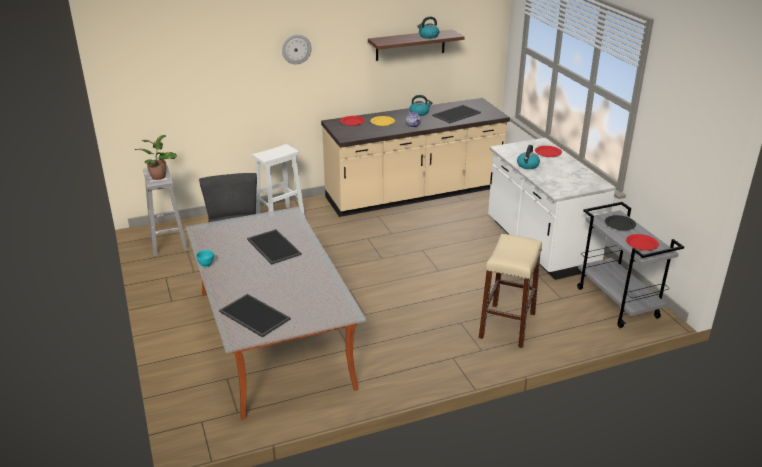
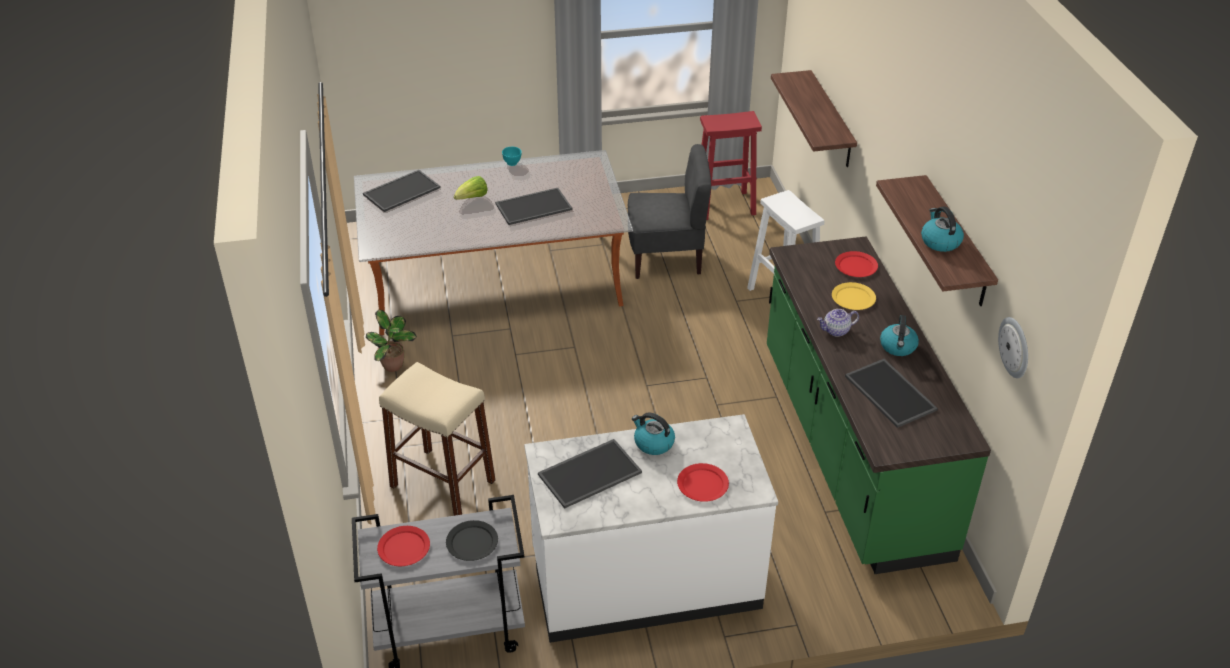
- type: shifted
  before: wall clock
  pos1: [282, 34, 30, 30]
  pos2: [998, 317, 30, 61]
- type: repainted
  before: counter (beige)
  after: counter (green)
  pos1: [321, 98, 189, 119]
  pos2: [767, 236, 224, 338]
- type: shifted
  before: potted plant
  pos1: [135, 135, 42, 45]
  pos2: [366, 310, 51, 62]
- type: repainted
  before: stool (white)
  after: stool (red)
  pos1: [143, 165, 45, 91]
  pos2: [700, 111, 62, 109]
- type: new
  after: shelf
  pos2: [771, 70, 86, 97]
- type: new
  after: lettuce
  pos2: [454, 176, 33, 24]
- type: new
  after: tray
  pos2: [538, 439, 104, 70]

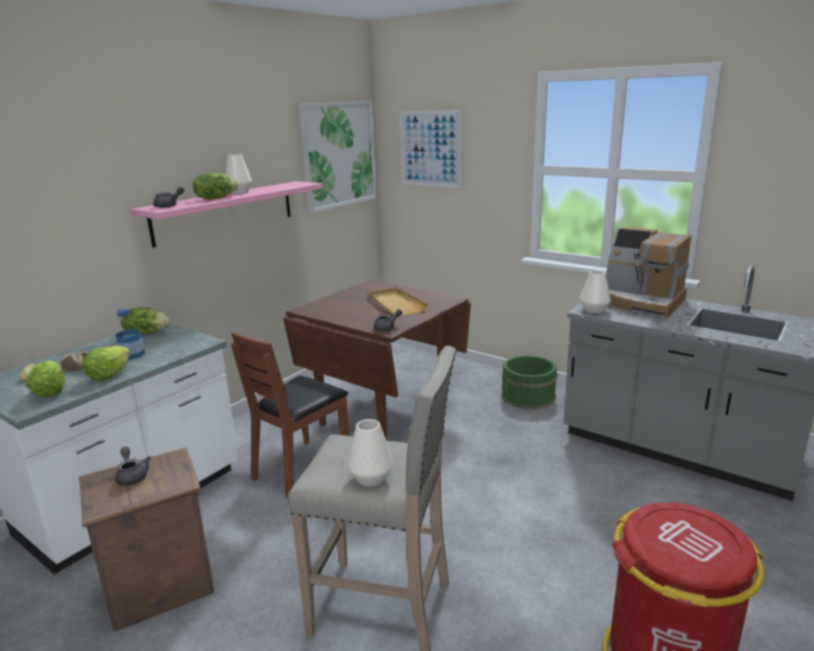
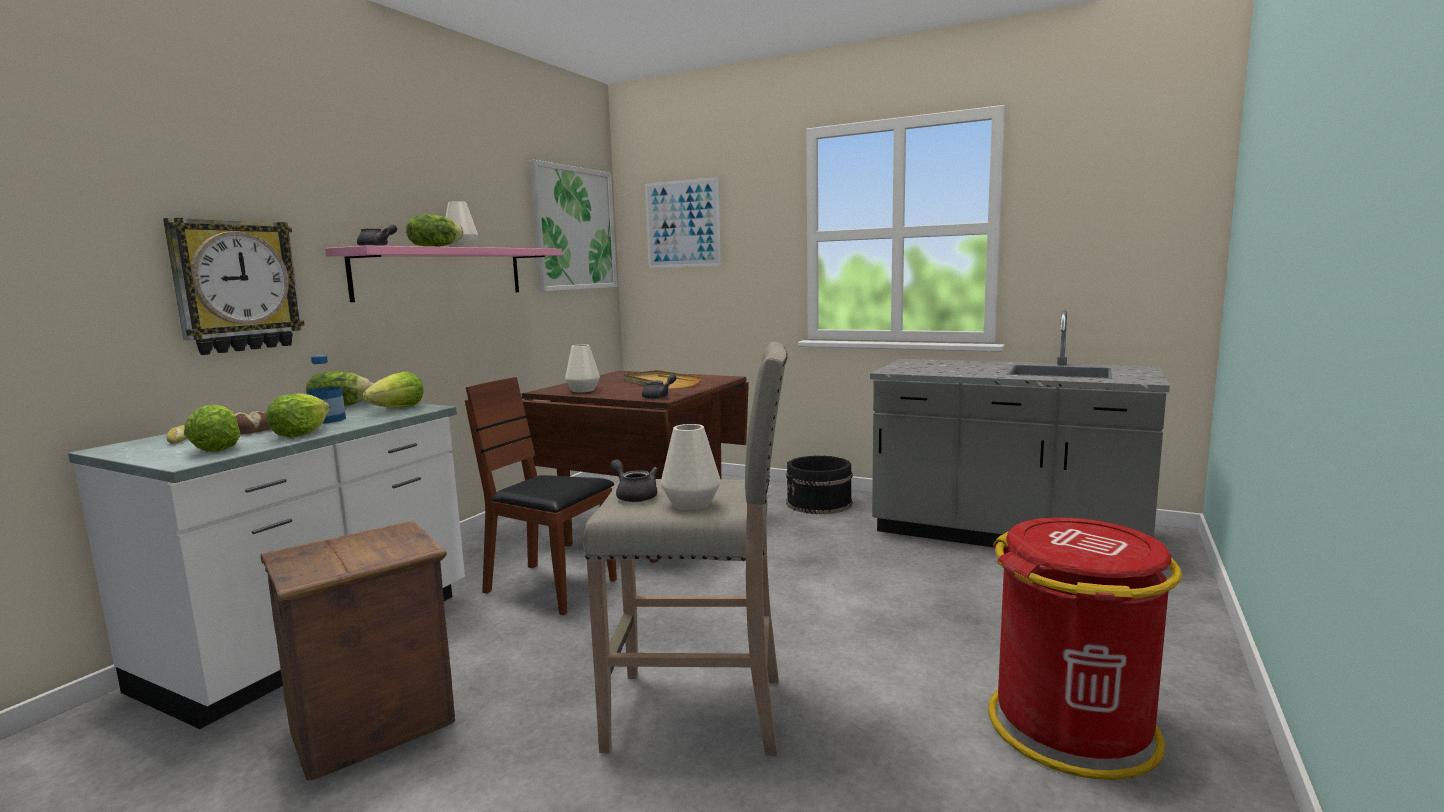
- type: gone
  before: coffee machine
  pos1: [606, 227, 85, 91]
- type: shifted
  before: vase (white)
  pos1: [580, 271, 31, 42]
  pos2: [565, 345, 35, 47]
- type: rotated
  before: chair (brown)
  pos1: [231, 332, 118, 166]
  pos2: [465, 377, 152, 238]
  turn: 90
- type: repainted
  before: bucket (green)
  after: bucket (black)
  pos1: [501, 355, 57, 54]
  pos2: [786, 455, 67, 59]
- type: shifted
  before: teapot (grey)
  pos1: [115, 447, 36, 39]
  pos2: [610, 460, 48, 42]
- type: new
  after: wall clock
  pos2: [163, 218, 142, 137]
- type: new
  after: lettuce
  pos2: [362, 372, 62, 36]

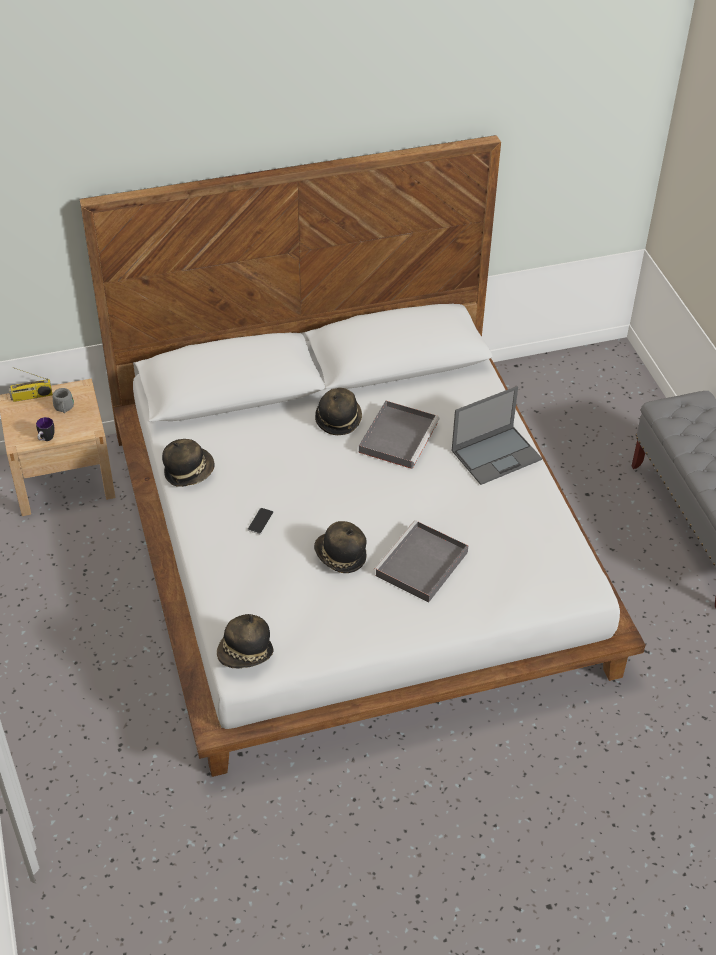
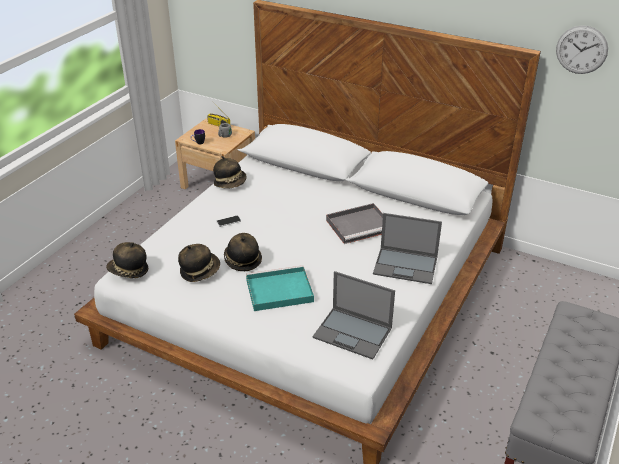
- type: shifted
  before: hat
  pos1: [315, 388, 47, 47]
  pos2: [178, 244, 42, 38]
- type: repainted
  before: tray (grey)
  after: tray (turquoise)
  pos1: [374, 520, 94, 83]
  pos2: [246, 265, 68, 46]
- type: new
  after: wall clock
  pos2: [556, 25, 52, 49]
- type: new
  after: laptop
  pos2: [313, 271, 82, 88]

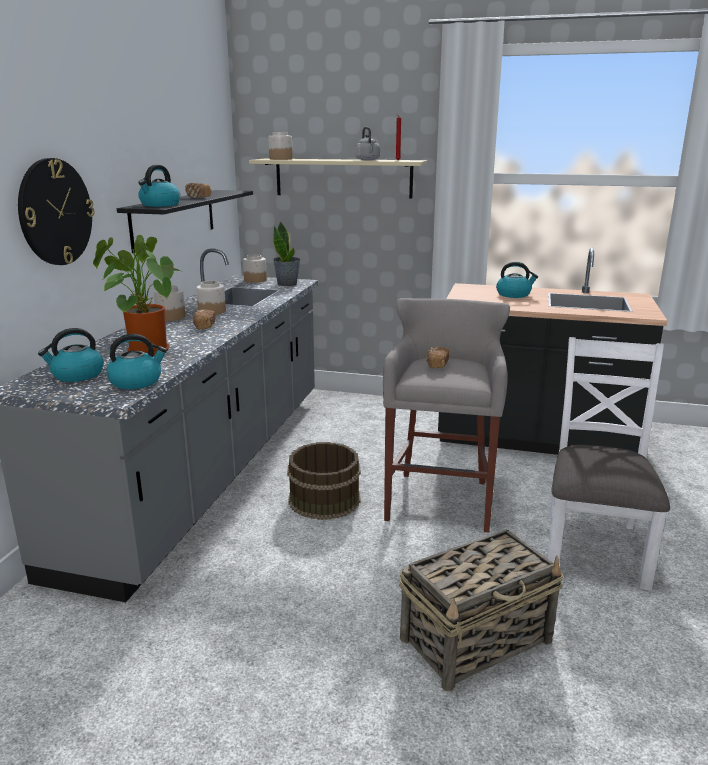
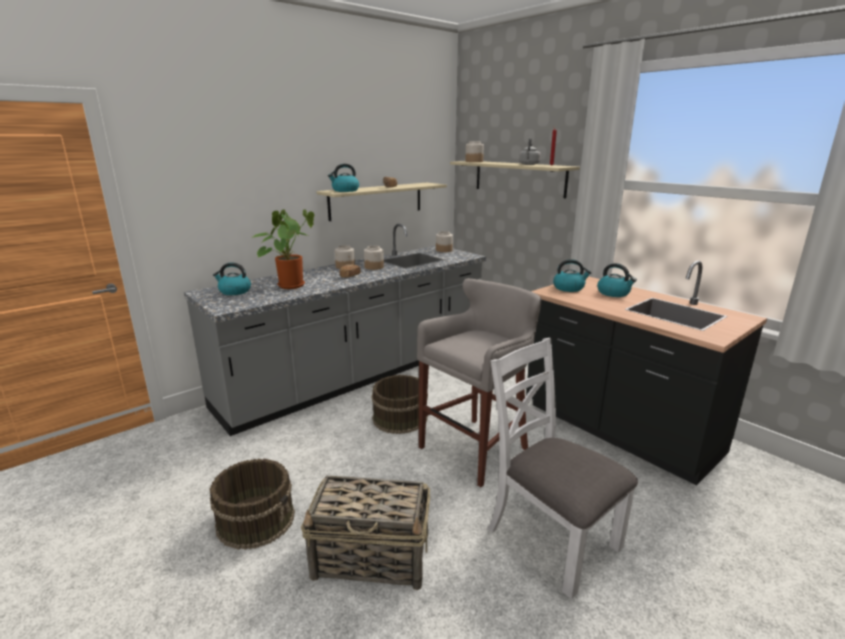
- type: gone
  before: wall clock
  pos1: [18, 158, 76, 107]
- type: repainted
  before: shelf (black)
  after: shelf (beige)
  pos1: [117, 190, 136, 63]
  pos2: [316, 183, 131, 38]
- type: gone
  before: potted plant
  pos1: [273, 221, 28, 65]
- type: shifted
  before: kettle
  pos1: [106, 334, 61, 55]
  pos2: [553, 259, 39, 33]
- type: rotated
  before: chair (white)
  pos1: [547, 337, 123, 254]
  pos2: [488, 338, 150, 261]
  turn: -90
- type: gone
  before: bread
  pos1: [426, 347, 23, 21]
- type: new
  after: bucket (brown)
  pos2: [209, 458, 86, 92]

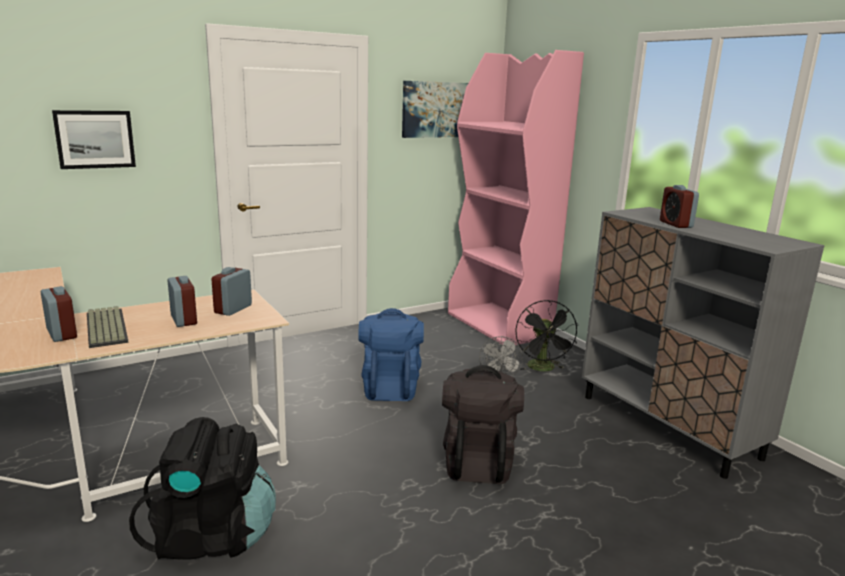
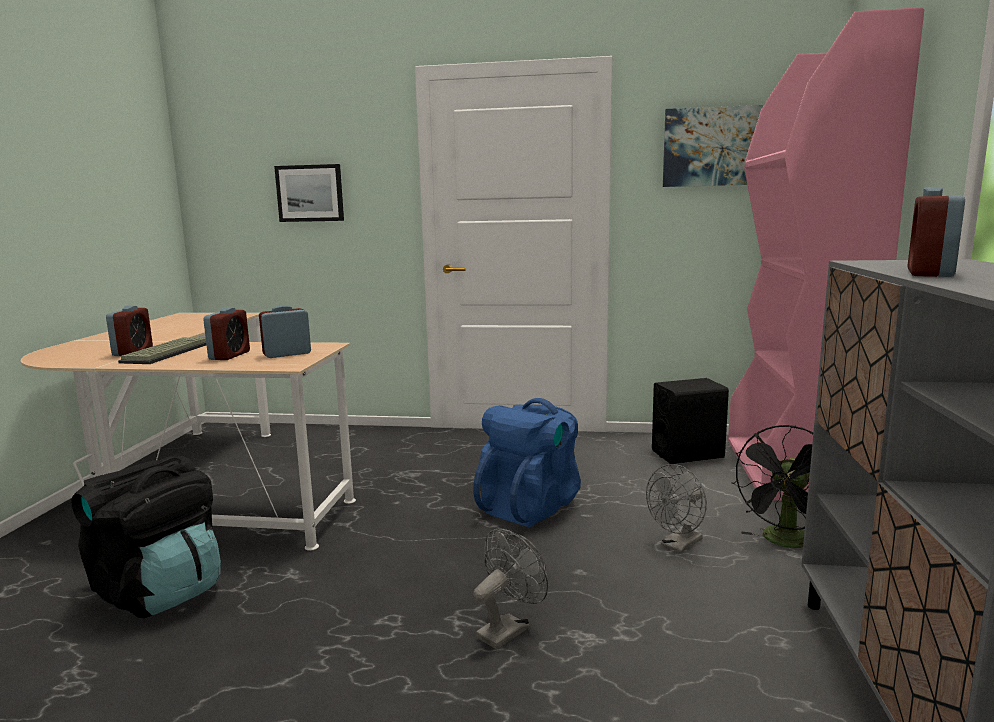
- type: swapped
  before: backpack (black)
  after: fan (grey)
  pos1: [442, 365, 82, 119]
  pos2: [473, 528, 75, 121]
- type: new
  after: speaker (black)
  pos2: [652, 378, 77, 86]

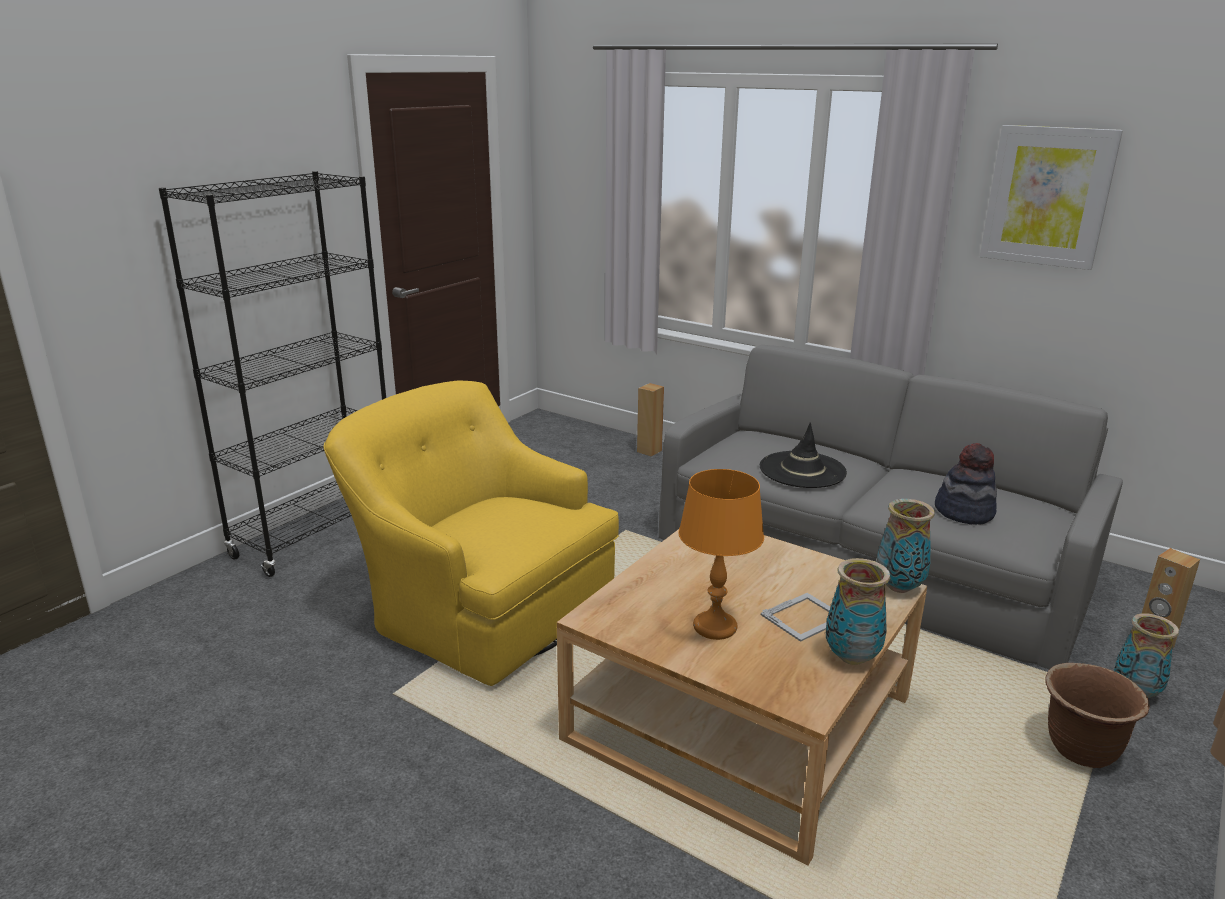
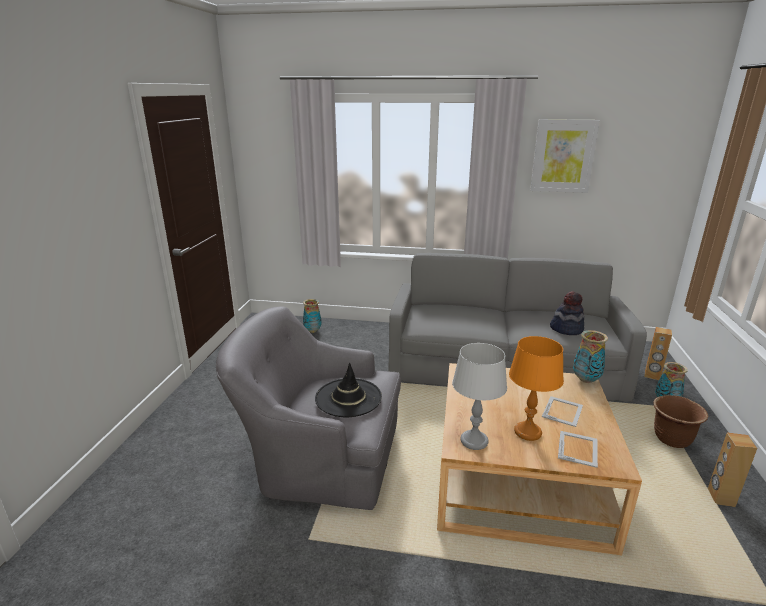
- type: gone
  before: bookcase (black)
  pos1: [159, 171, 227, 406]
- type: repainted
  before: armchair (yellow)
  after: armchair (grey)
  pos1: [324, 381, 295, 305]
  pos2: [216, 307, 185, 203]
- type: shifted
  before: speaker (brown)
  pos1: [637, 383, 27, 73]
  pos2: [708, 433, 49, 74]
- type: shifted
  before: hat (black)
  pos1: [760, 422, 87, 66]
  pos2: [315, 363, 67, 54]
- type: shifted
  before: vase
  pos1: [826, 558, 64, 107]
  pos2: [303, 299, 19, 34]
- type: new
  after: table lamp (grey)
  pos2: [452, 343, 55, 107]
- type: new
  after: picture frame
  pos2: [558, 431, 40, 37]

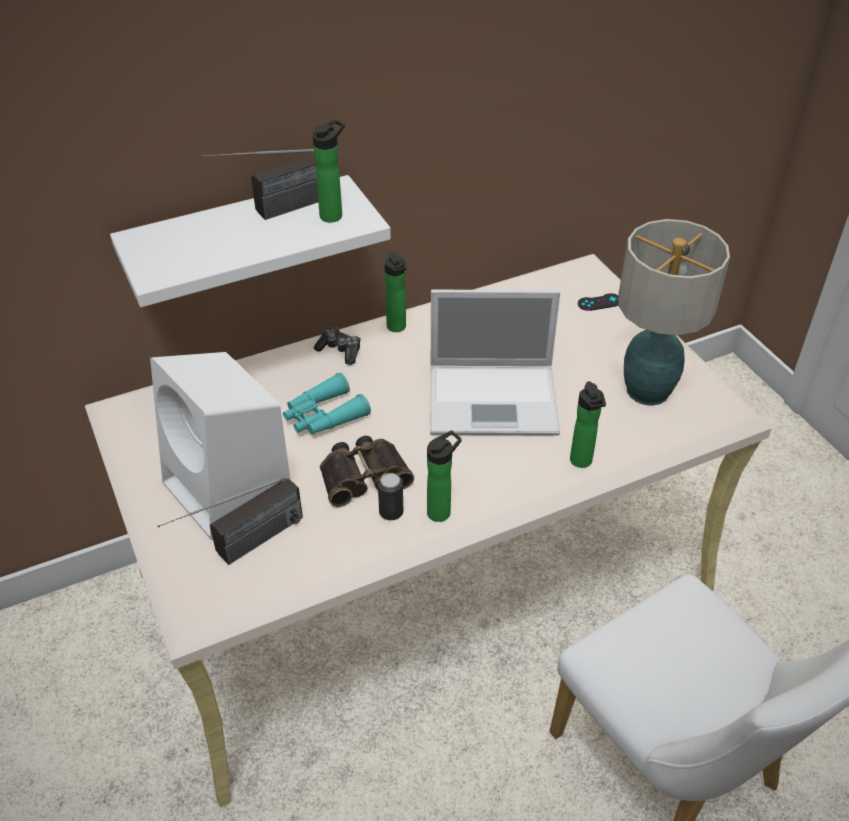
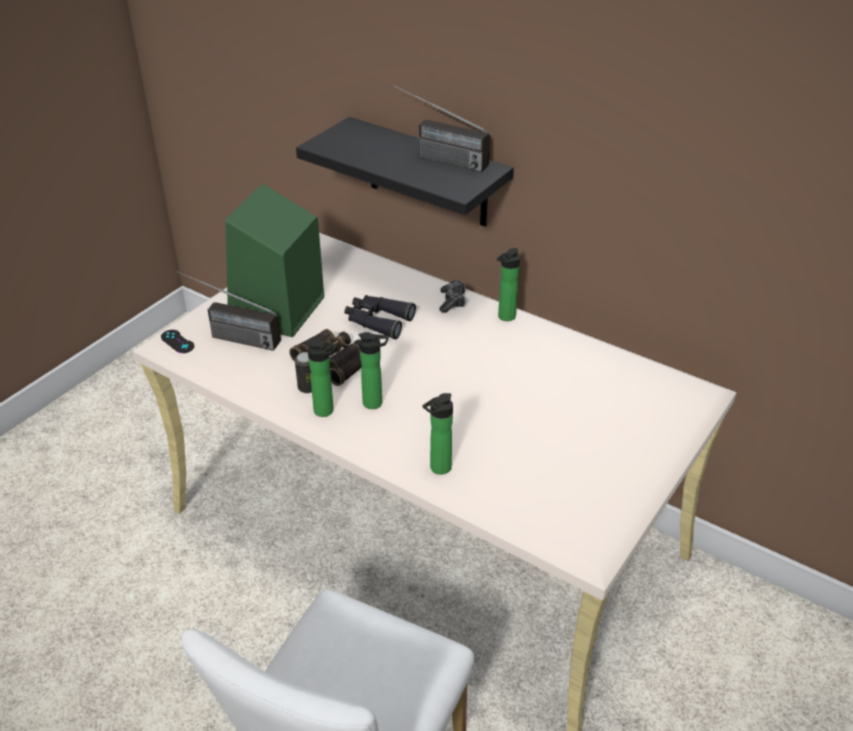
- type: shifted
  before: bottle
  pos1: [313, 119, 32, 103]
  pos2: [359, 332, 30, 77]
- type: repainted
  before: shelf (white)
  after: shelf (black)
  pos1: [110, 175, 281, 132]
  pos2: [296, 117, 218, 109]
- type: gone
  before: table lamp
  pos1: [618, 219, 112, 187]
- type: gone
  before: laptop
  pos1: [430, 290, 130, 146]
- type: shifted
  before: game controller (black)
  pos1: [578, 293, 40, 18]
  pos2: [161, 330, 33, 23]
- type: repainted
  before: speaker (white)
  after: speaker (green)
  pos1: [150, 352, 140, 188]
  pos2: [225, 183, 99, 154]
- type: repainted
  before: binoculars (turquoise)
  after: binoculars (black)
  pos1: [283, 373, 88, 62]
  pos2: [345, 295, 71, 44]

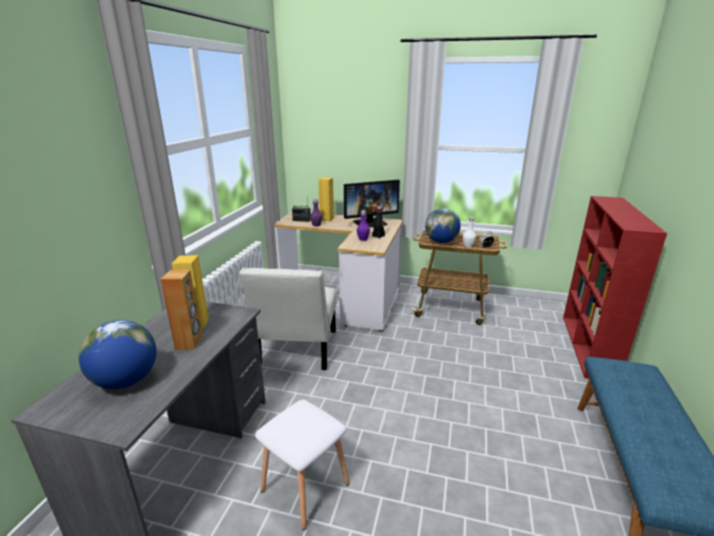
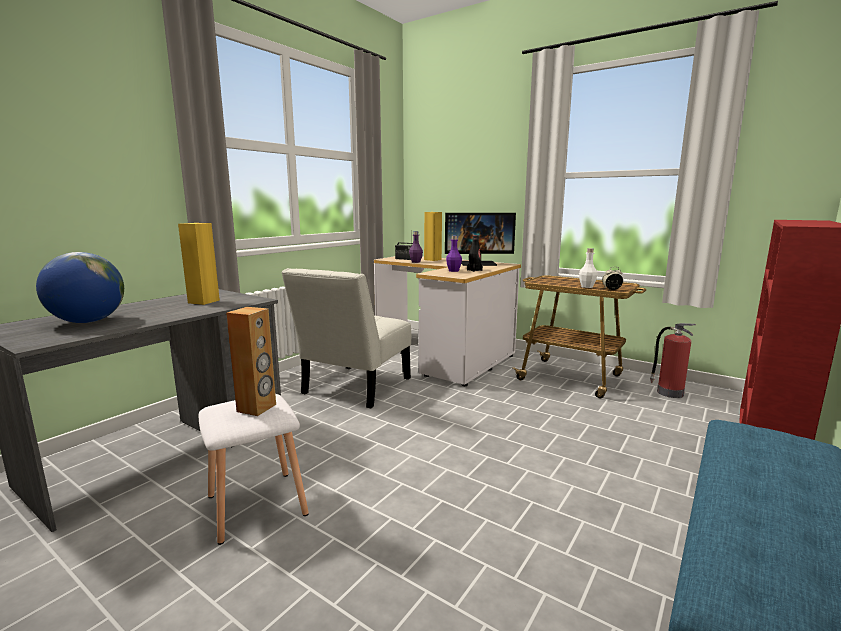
- type: gone
  before: globe
  pos1: [425, 208, 36, 35]
- type: shifted
  before: speaker (brown)
  pos1: [160, 270, 42, 80]
  pos2: [226, 307, 50, 109]
- type: new
  after: fire extinguisher
  pos2: [650, 323, 46, 75]

